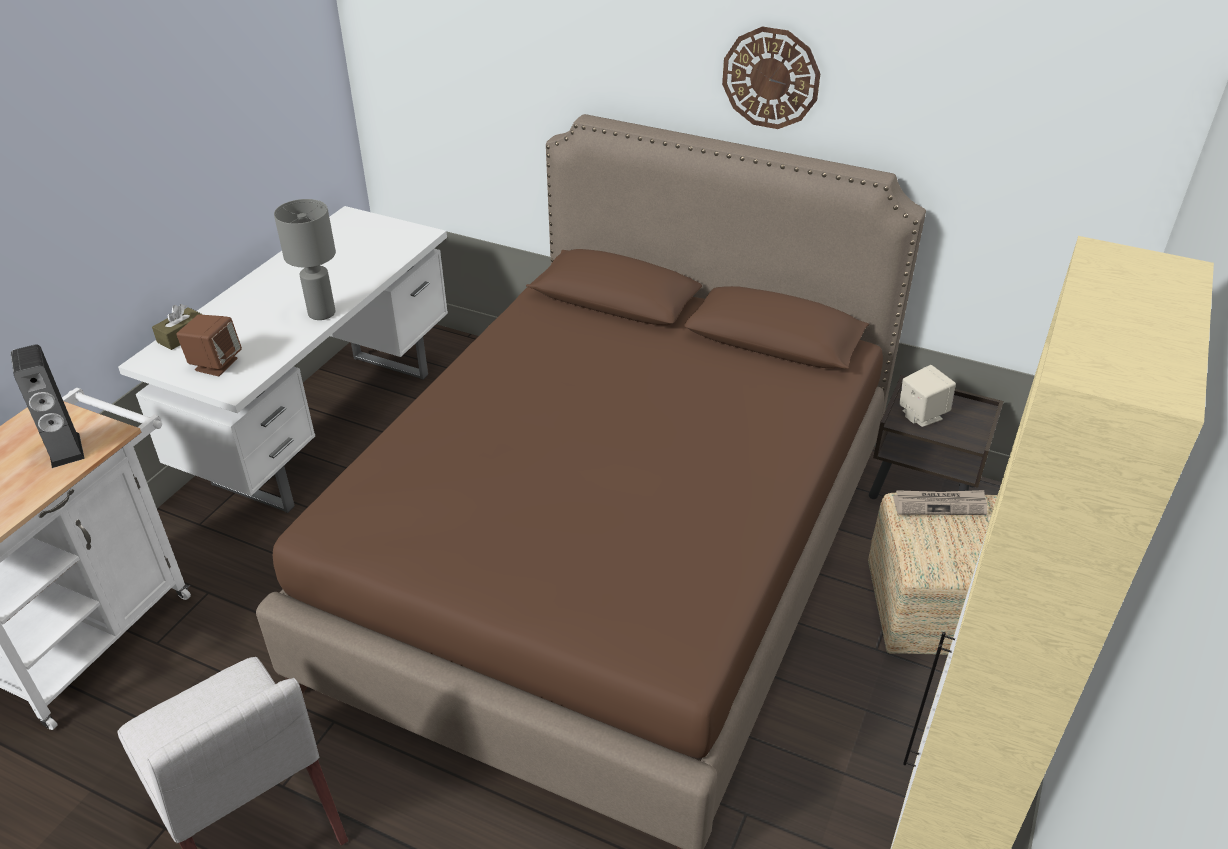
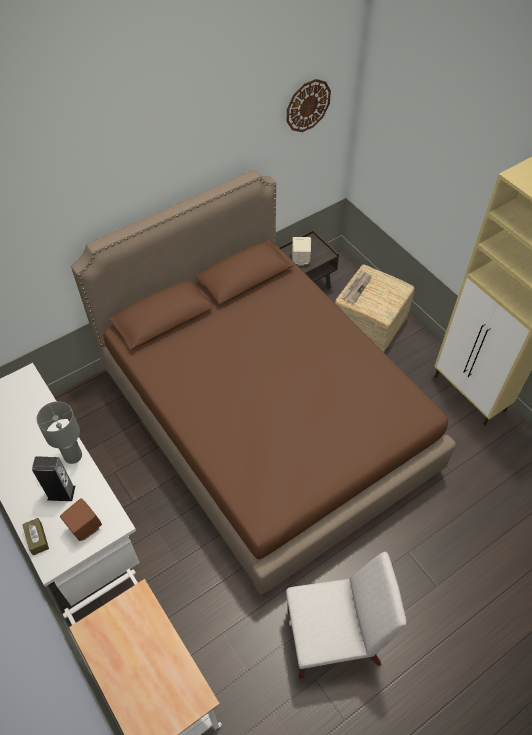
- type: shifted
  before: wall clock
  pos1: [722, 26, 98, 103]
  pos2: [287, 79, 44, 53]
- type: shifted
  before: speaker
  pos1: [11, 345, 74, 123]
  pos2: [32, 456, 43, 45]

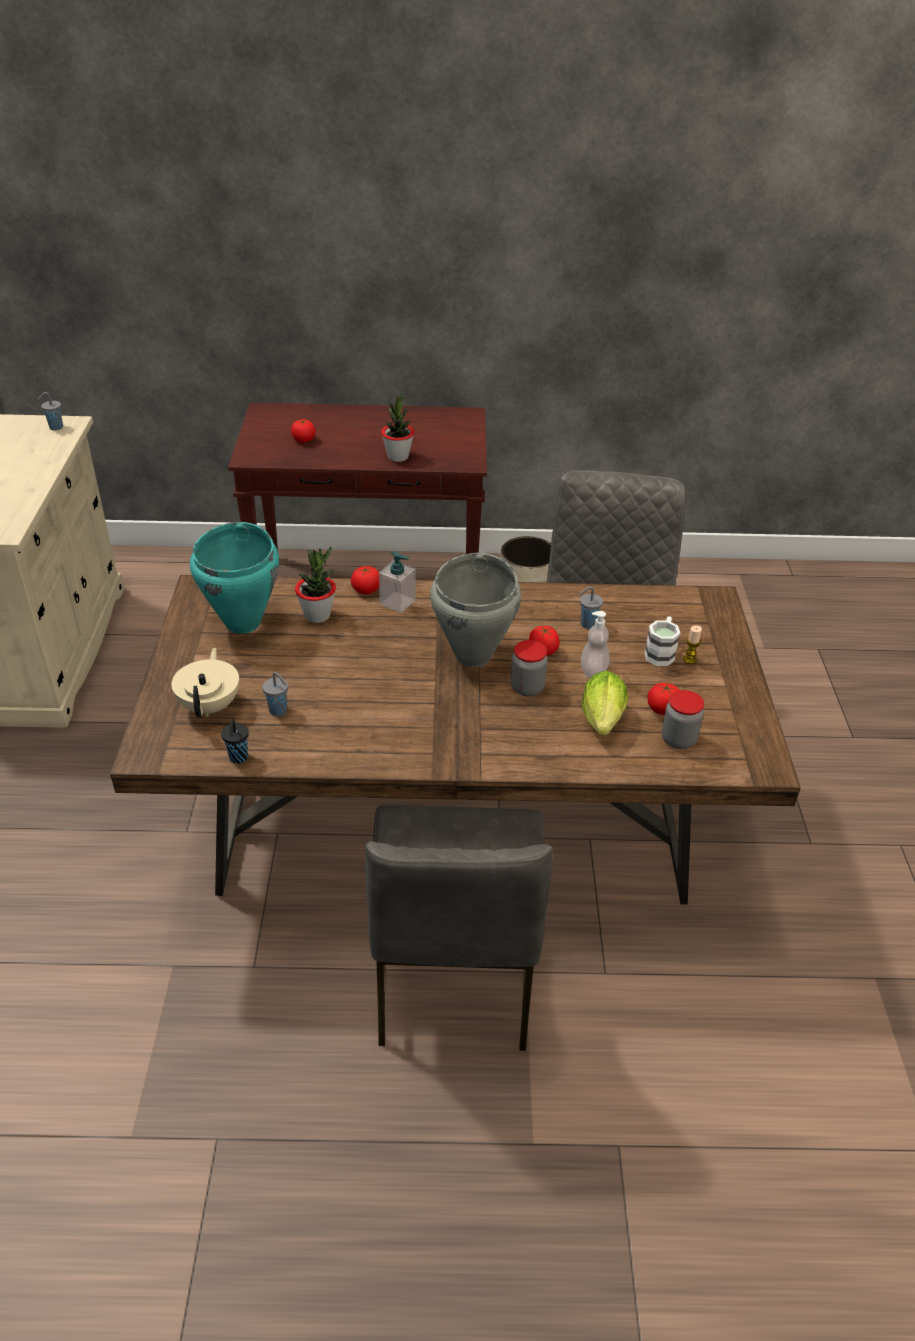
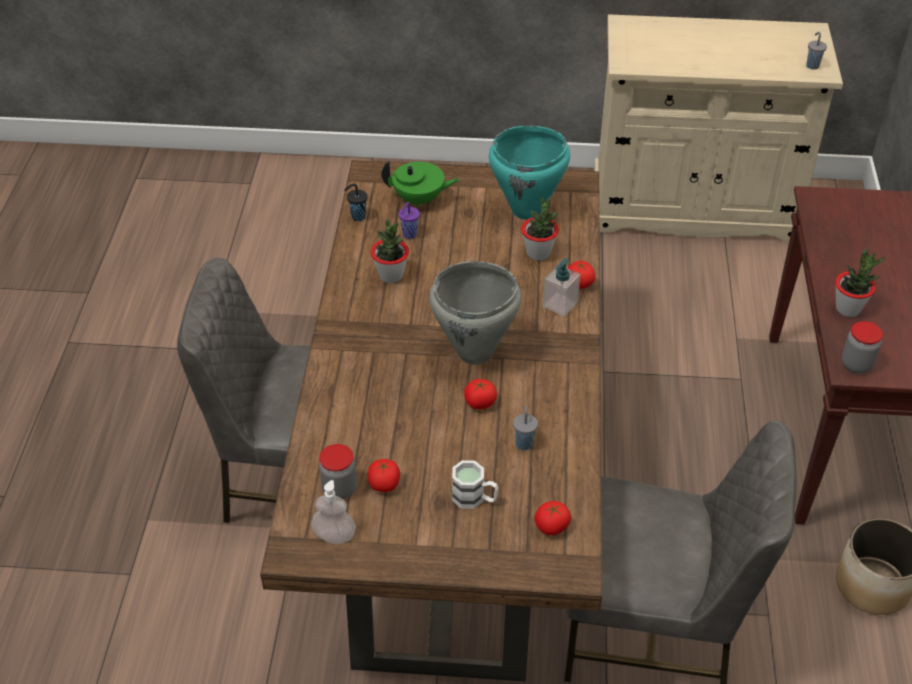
- type: shifted
  before: tomato
  pos1: [291, 419, 25, 24]
  pos2: [534, 501, 37, 34]
- type: shifted
  before: soap dispenser
  pos1: [581, 611, 29, 67]
  pos2: [311, 480, 45, 64]
- type: gone
  before: candle
  pos1: [683, 625, 19, 39]
- type: shifted
  before: jar
  pos1: [511, 640, 37, 56]
  pos2: [842, 321, 41, 52]
- type: repainted
  before: teapot (beige)
  after: teapot (green)
  pos1: [171, 648, 68, 70]
  pos2: [381, 161, 79, 47]
- type: gone
  before: lettuce
  pos1: [582, 671, 46, 65]
- type: repainted
  before: cup (grey)
  after: cup (purple)
  pos1: [262, 672, 26, 44]
  pos2: [399, 202, 21, 37]
- type: new
  after: potted plant
  pos2: [371, 220, 38, 63]

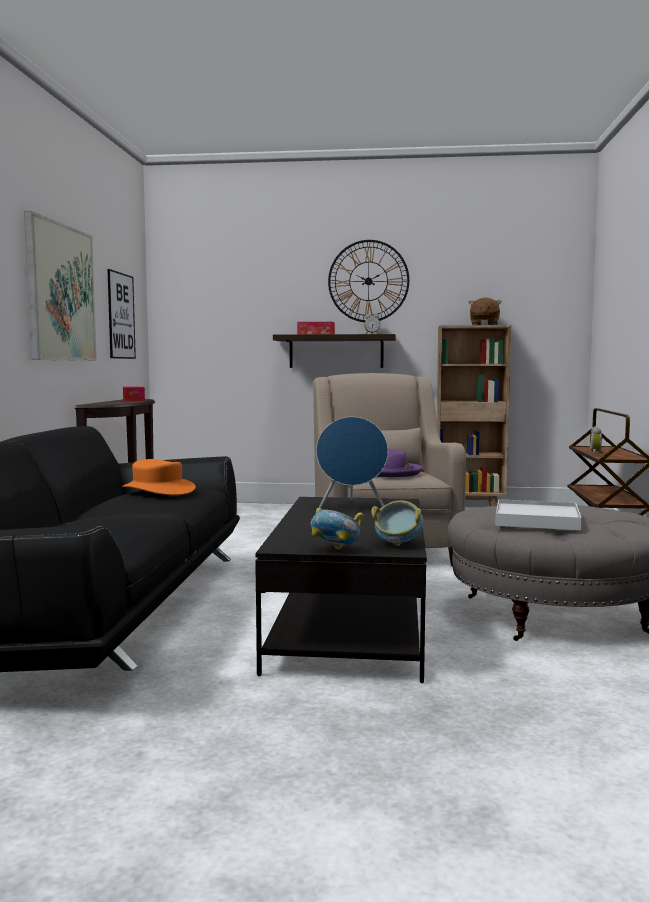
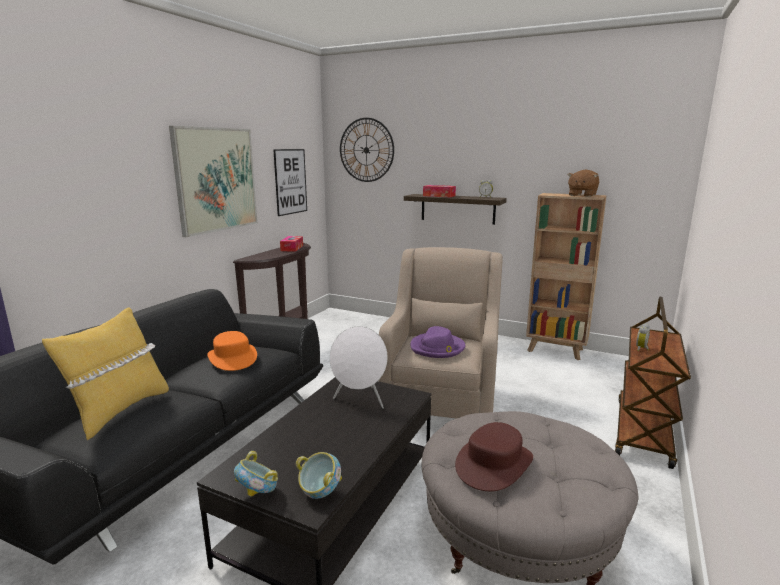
- type: shifted
  before: wall clock
  pos1: [328, 240, 81, 82]
  pos2: [340, 118, 54, 64]
- type: repainted
  before: speaker (blue)
  after: speaker (white)
  pos1: [316, 417, 72, 91]
  pos2: [330, 326, 57, 83]
- type: swapped
  before: tray (white)
  after: hat (brown)
  pos1: [495, 499, 87, 31]
  pos2: [455, 422, 78, 69]
- type: new
  after: pillow (yellow)
  pos2: [42, 307, 127, 133]

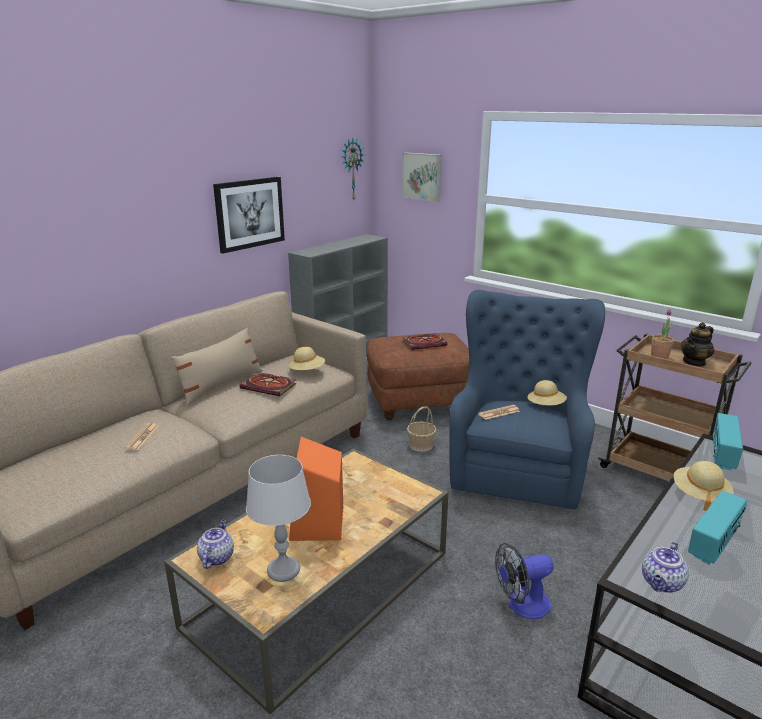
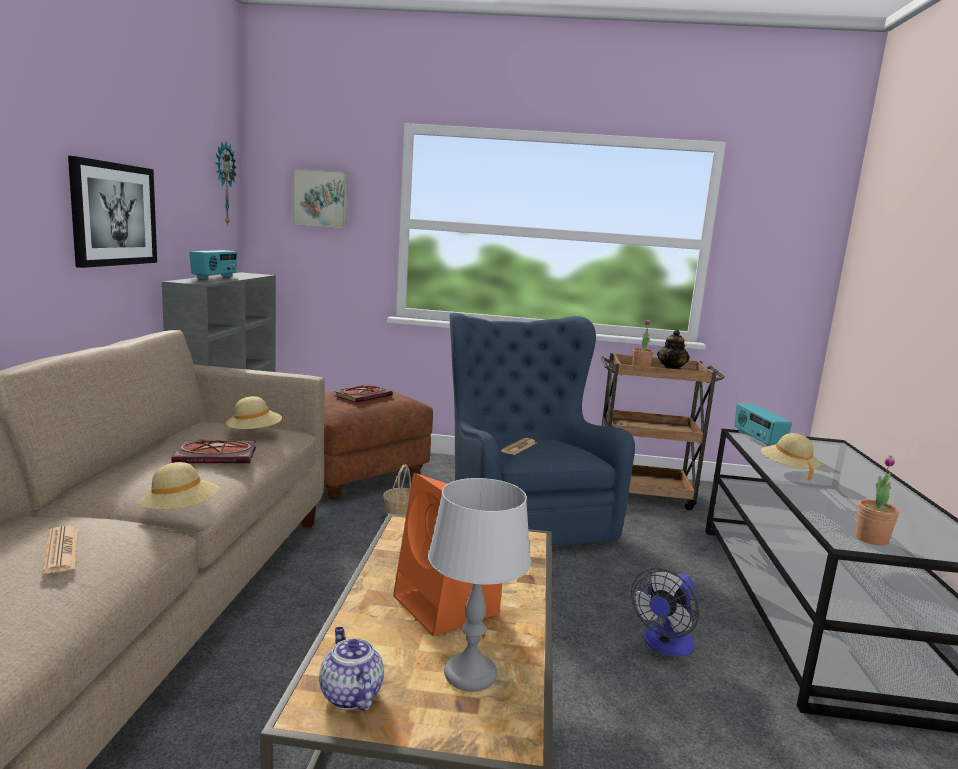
- type: gone
  before: pillow (beige)
  pos1: [171, 327, 92, 78]
- type: shifted
  before: hat (beige)
  pos1: [528, 380, 39, 25]
  pos2: [139, 462, 80, 48]
- type: shifted
  before: radio
  pos1: [688, 491, 59, 74]
  pos2: [189, 250, 48, 29]
- type: swapped
  before: teapot
  after: potted plant
  pos1: [642, 542, 47, 51]
  pos2: [855, 455, 44, 91]

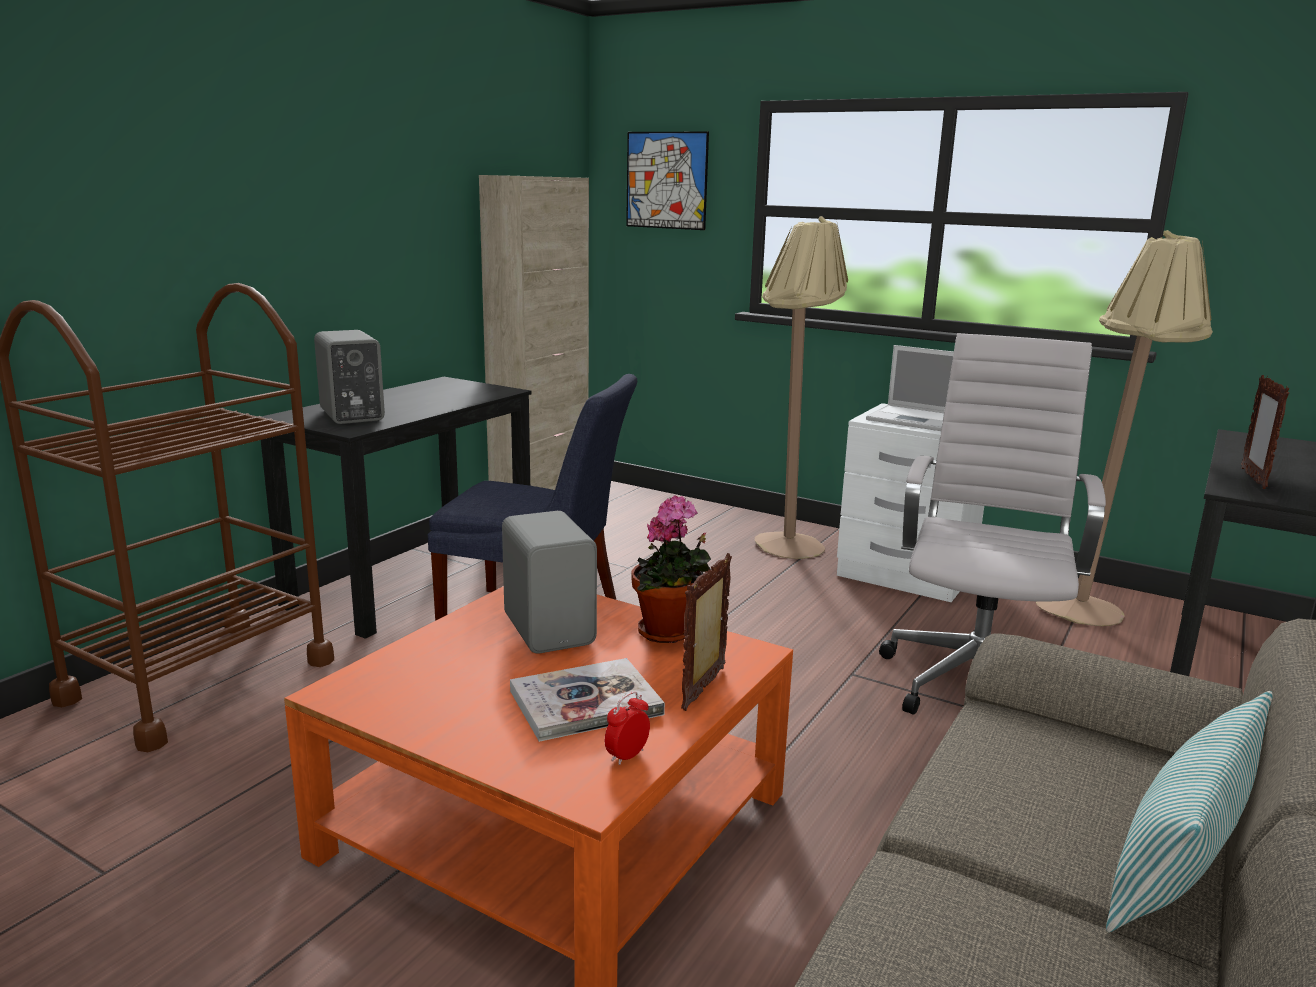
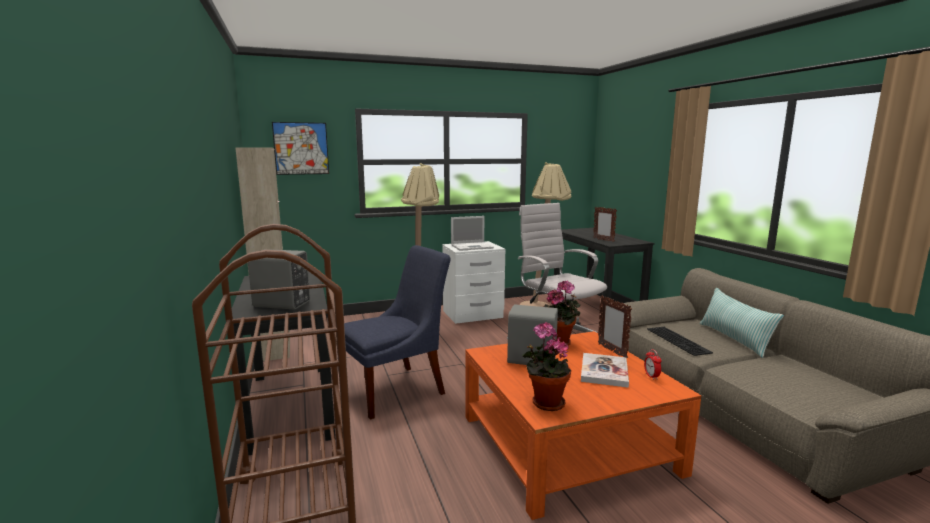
- type: new
  after: potted plant
  pos2: [522, 322, 49, 89]
- type: new
  after: keyboard
  pos2: [647, 327, 66, 29]

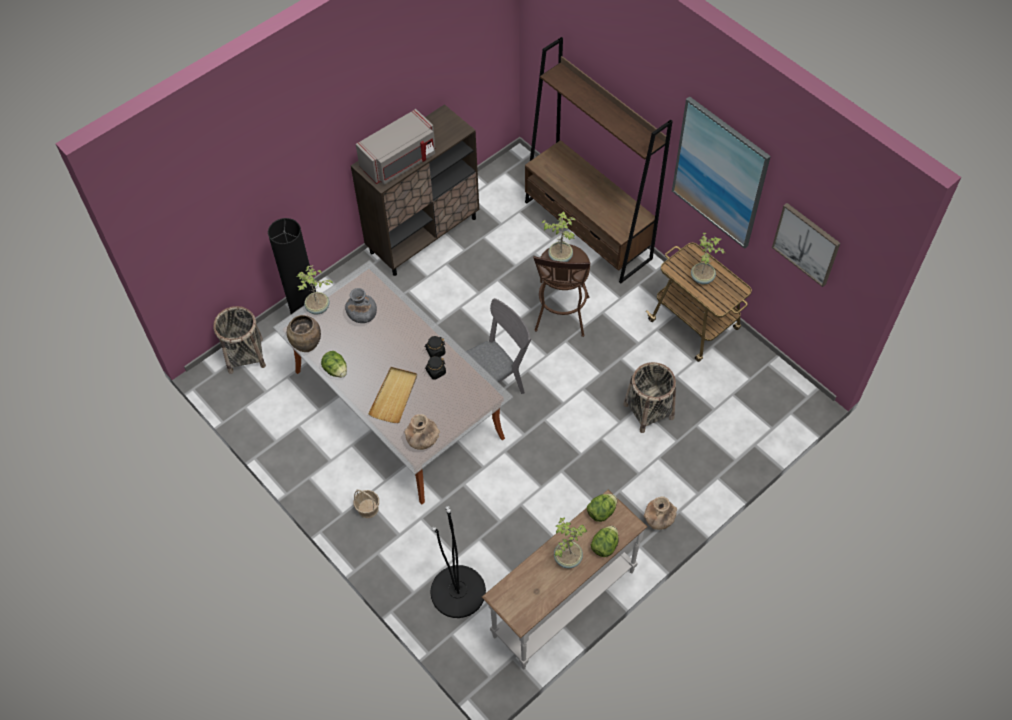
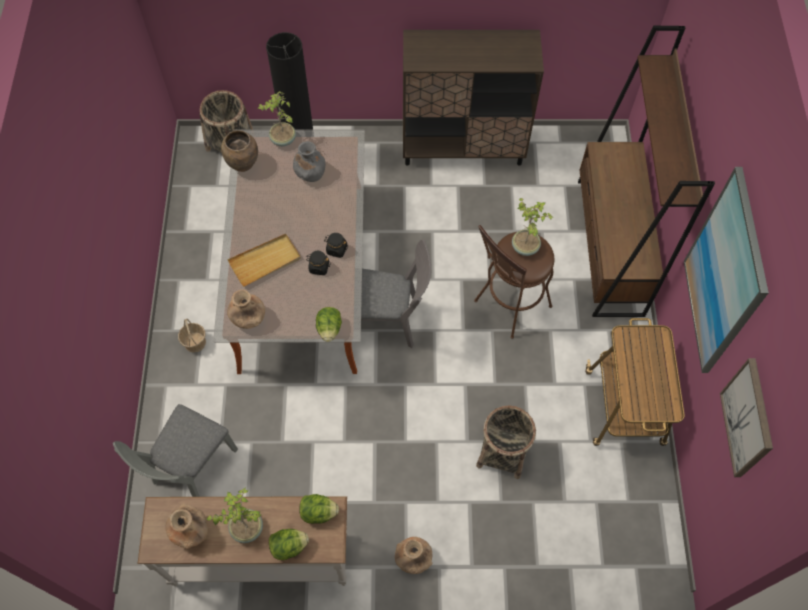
- type: gone
  before: microwave (grey)
  pos1: [356, 109, 79, 76]
- type: gone
  before: potted plant
  pos1: [691, 233, 34, 51]
- type: shifted
  before: lettuce
  pos1: [321, 351, 26, 27]
  pos2: [316, 307, 26, 35]
- type: swapped
  before: floor lamp (black)
  after: chair (grey)
  pos1: [430, 506, 56, 112]
  pos2: [113, 404, 125, 93]
- type: new
  after: vase (brown)
  pos2: [165, 503, 43, 46]

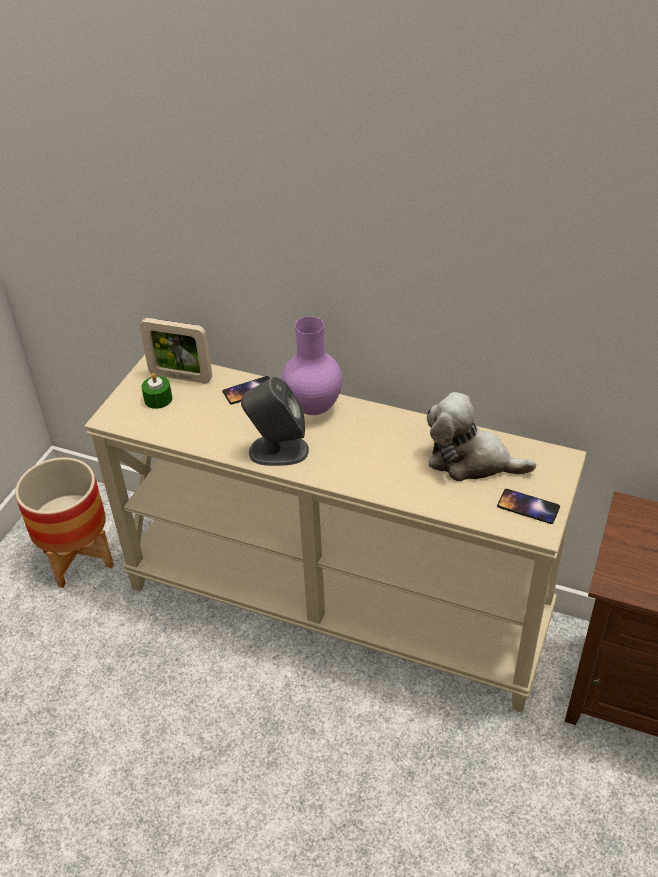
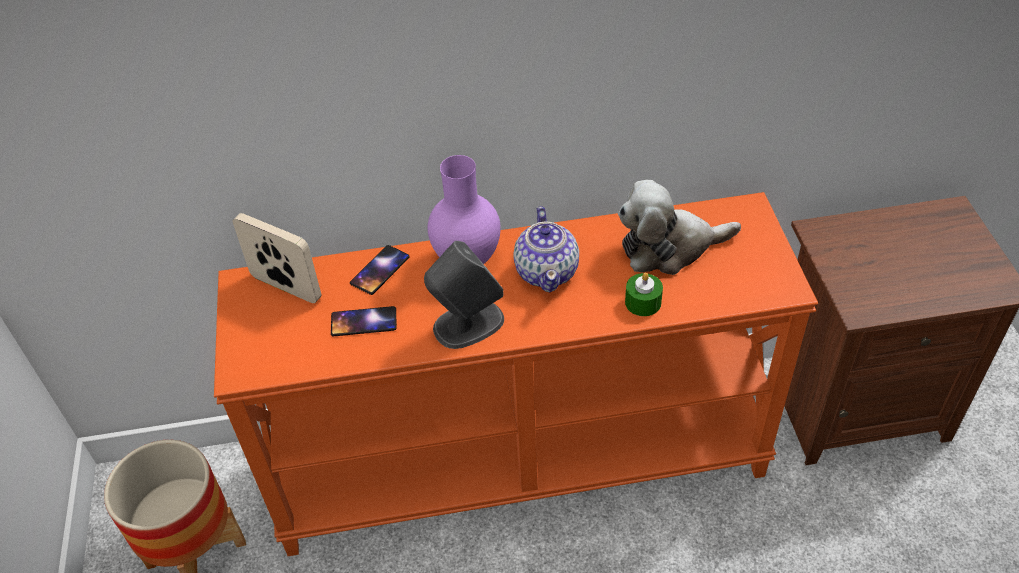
- type: rotated
  before: picture frame
  pos1: [140, 318, 72, 65]
  pos2: [233, 213, 89, 90]
  turn: -135
- type: repainted
  before: console table (beige)
  after: console table (orange)
  pos1: [84, 355, 503, 358]
  pos2: [214, 192, 604, 364]
- type: shifted
  before: candle (green)
  pos1: [141, 373, 31, 36]
  pos2: [625, 273, 38, 43]
- type: shifted
  before: phone
  pos1: [497, 489, 63, 35]
  pos2: [331, 306, 66, 30]
- type: new
  after: teapot
  pos2: [513, 206, 66, 86]

